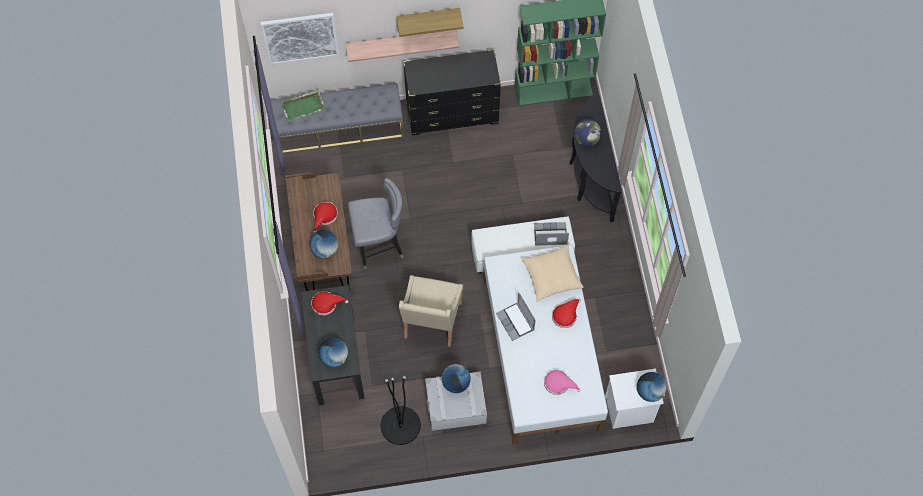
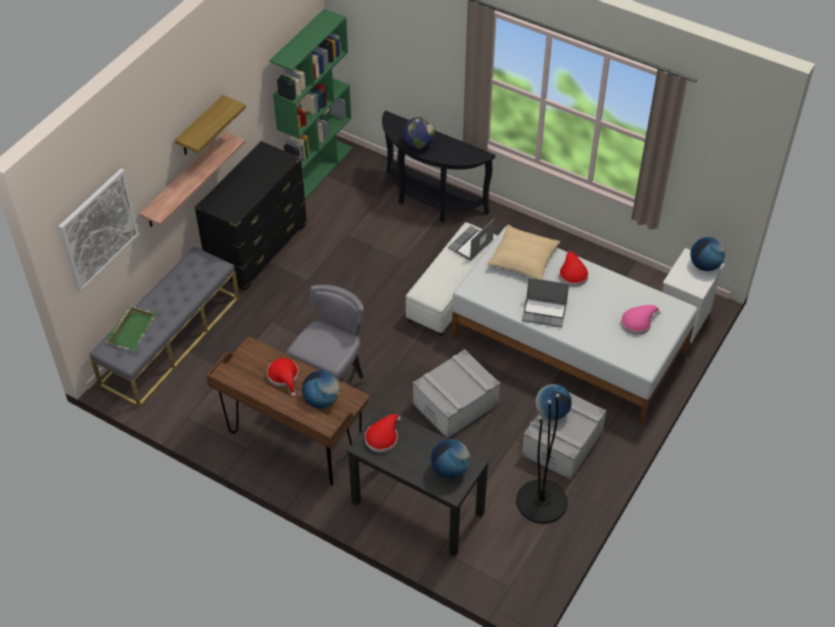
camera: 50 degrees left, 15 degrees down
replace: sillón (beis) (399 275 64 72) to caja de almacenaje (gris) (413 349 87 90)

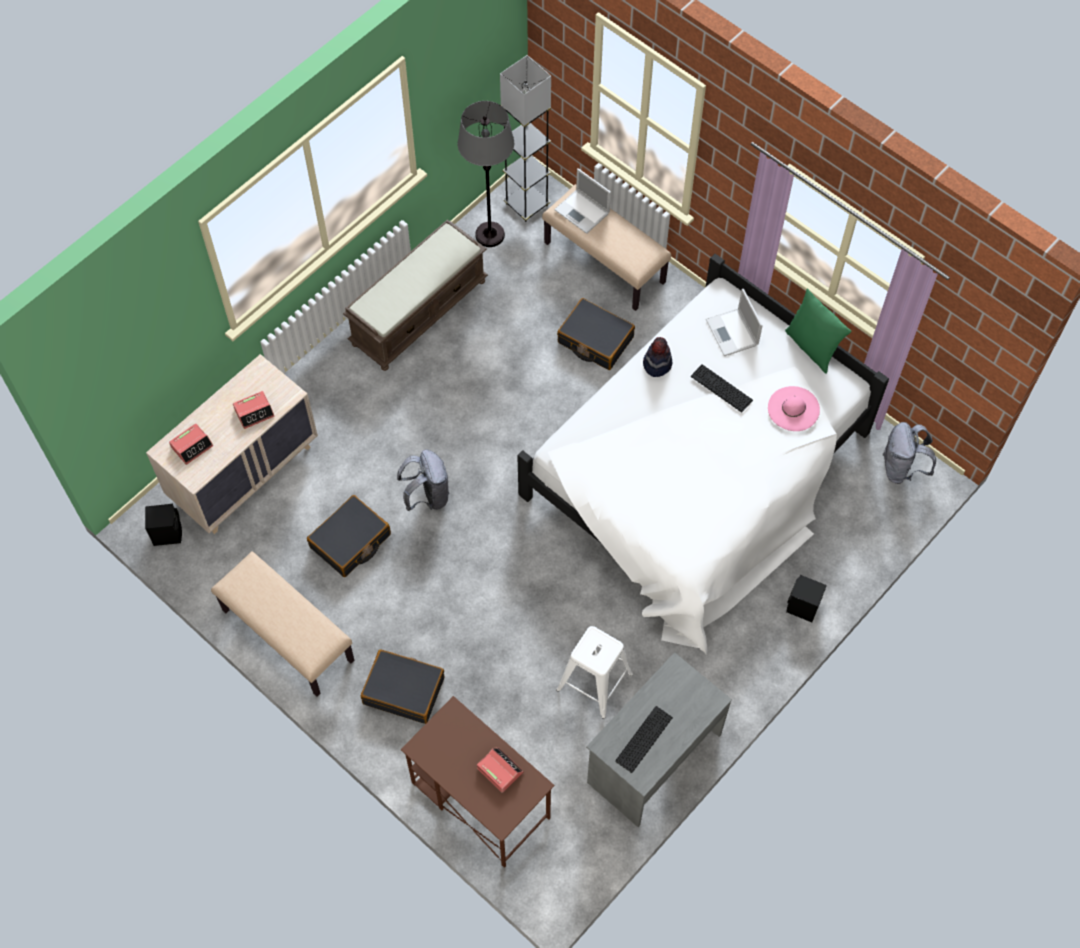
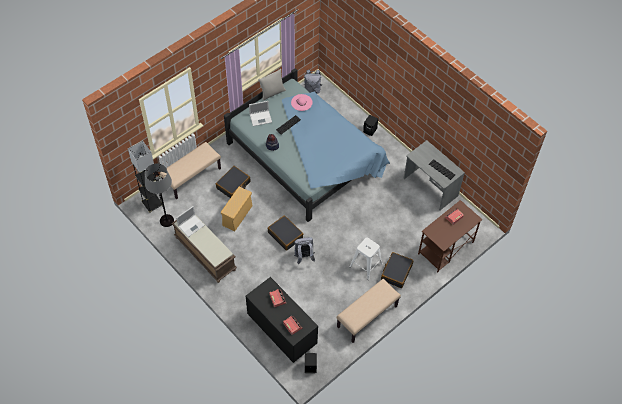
camera: 85 degrees left, 5 degrees down
insert: caja de almacenaje (beis) (221 186 32 46)
move: maleta (negro) (307 495 84 82) to (268 215 35 36); portátil (554 168 57 66) to (176 206 29 31); taburete (blanco) (556 626 77 93) to (349 238 34 42)
recolor: cómoda (beis) (146 354 172 180) to cómoda (negro) (246 277 72 86); cama (blanco) (517 254 372 402) to cama (azul) (224 68 166 154); cojín (verde) (785 288 66 86) to cojín (gris) (258 69 28 31)

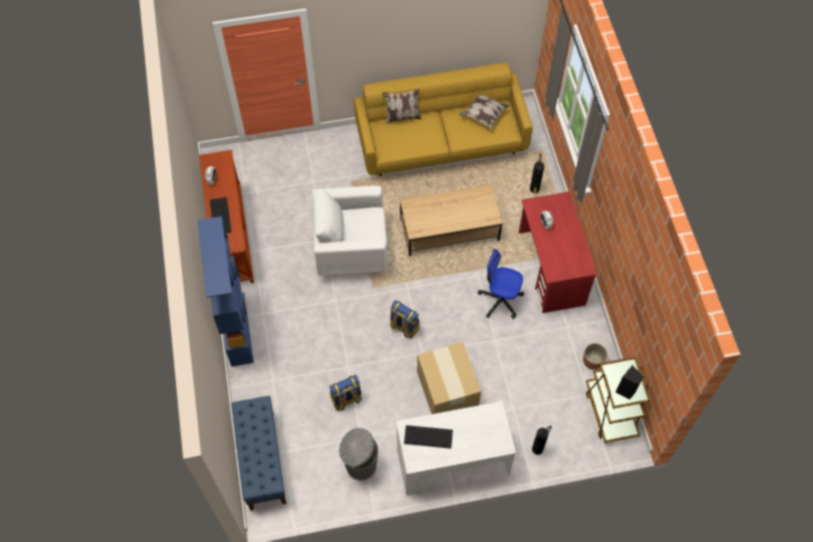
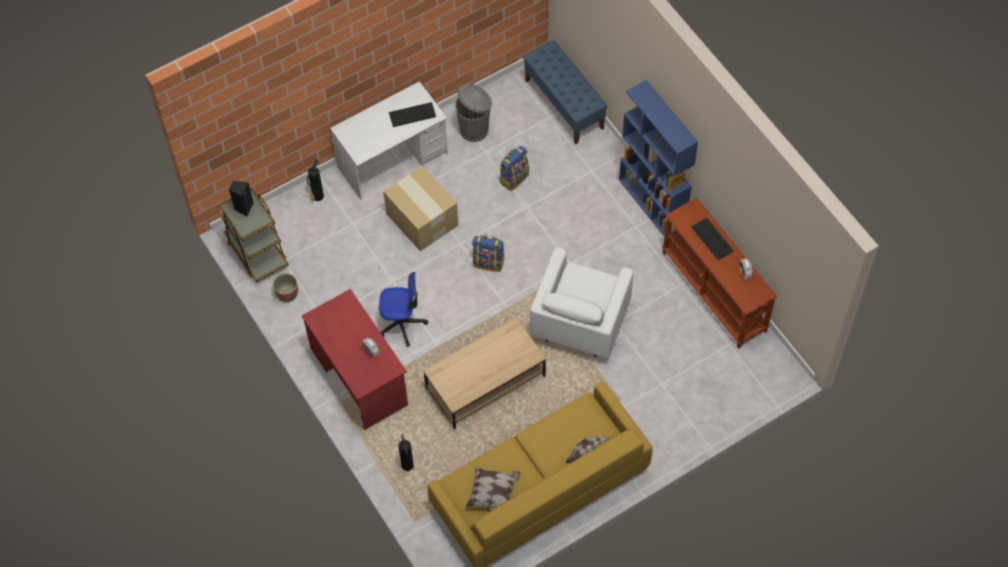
camera: 160 degrees right, 0 degrees up
rotate: sillón (blanco) (312 186 75 90) = (530 247 104 111) 135 degrees clockwise

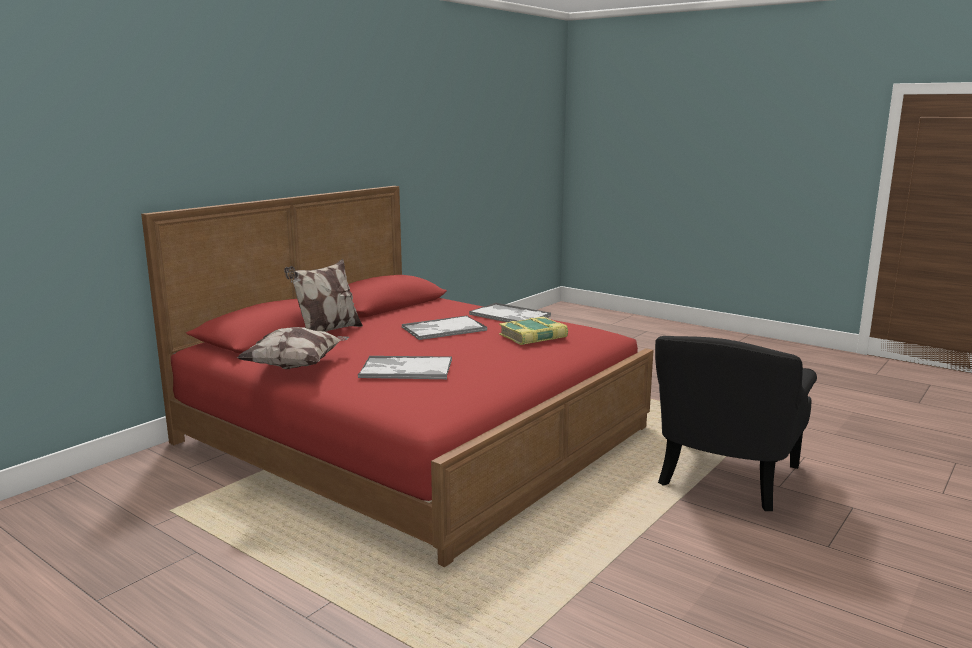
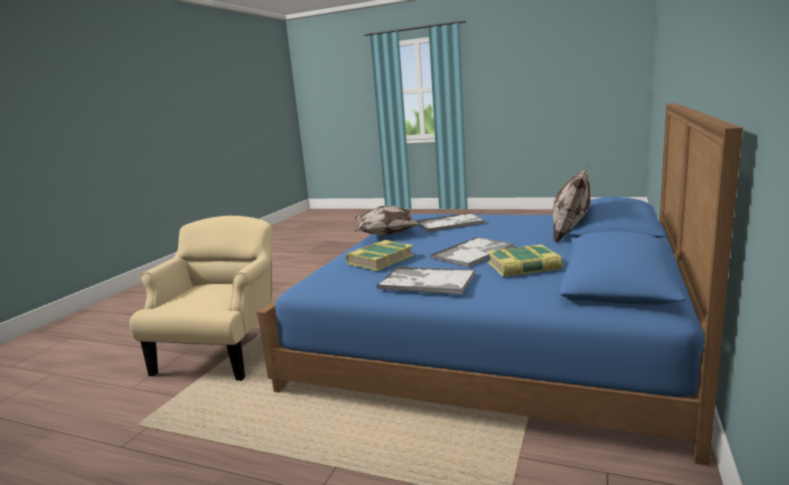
camera: 165 degrees right, 0 degrees up
insert: libro (487 244 76 33)
move: cojín (237 327 112 42) to (354 205 65 31)
recolor: cama (rojo) (141 186 512 381) to cama (azul) (257 103 486 363); sillón (negro) (655 336 162 175) to sillón (beis) (130 216 143 165)

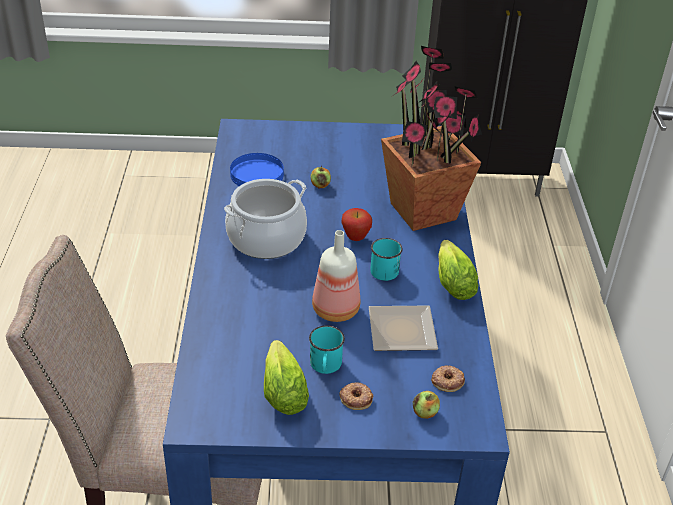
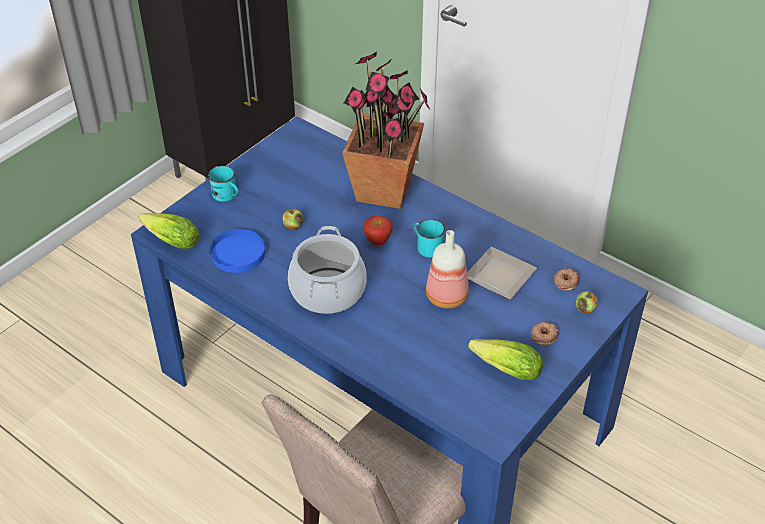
camera: 50 degrees left, 5 degrees up
move: taza grande (turquesa) (309 325 36 49) to (208 165 30 37); lechuga (438 240 40 60) to (138 213 62 36)

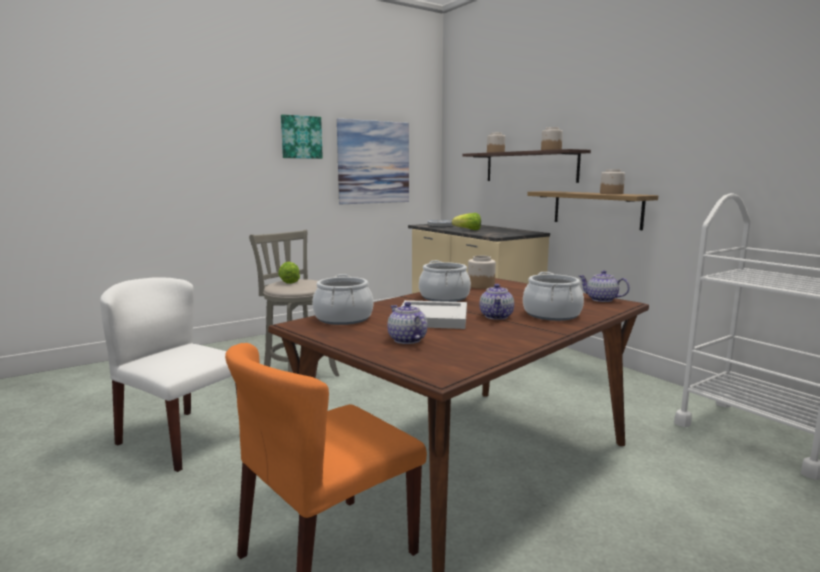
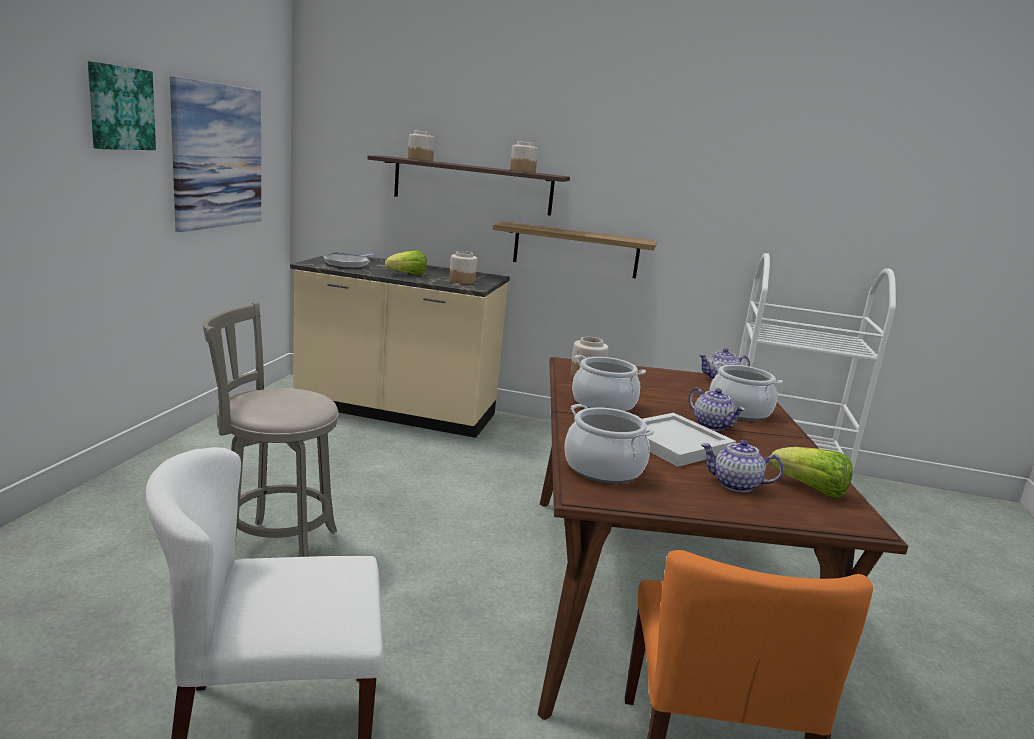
camera: 45 degrees left, 5 degrees up
move: lechuga (278 262 22 22) to (769 447 84 51); tarro (600 169 25 25) to (449 251 28 33)

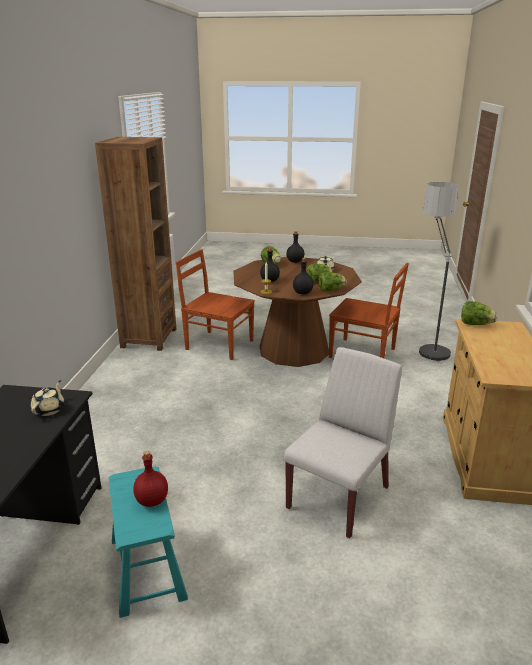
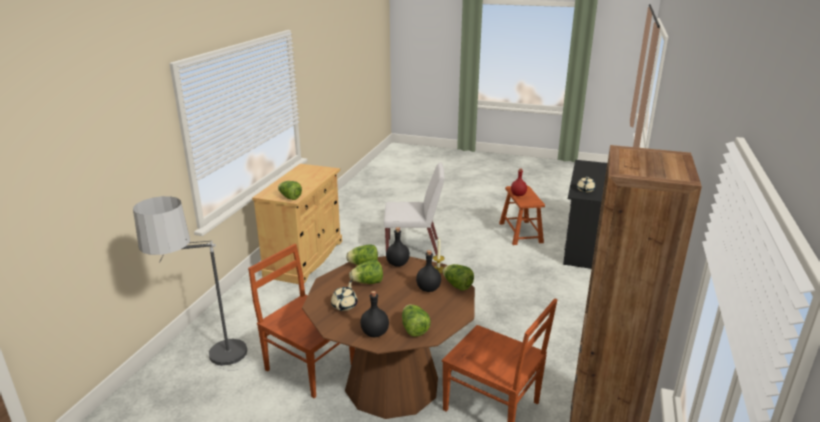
camera: 170 degrees left, 0 degrees up
insert: lechuga (443 264 31 27)
recolor: taburete (turquesa) (109 466 79 152) to taburete (marrón) (499 186 46 59)
rotate: silla (blanco) (283 347 119 191) = (384 162 61 93) 135 degrees counterclockwise

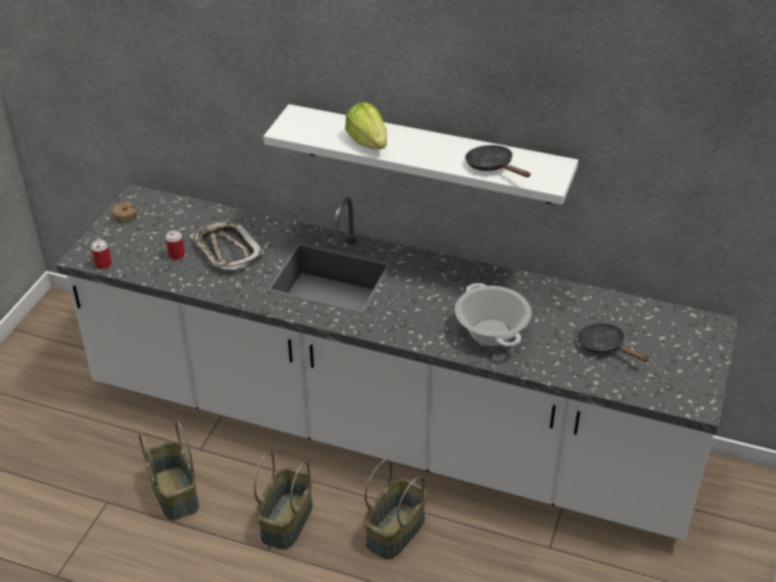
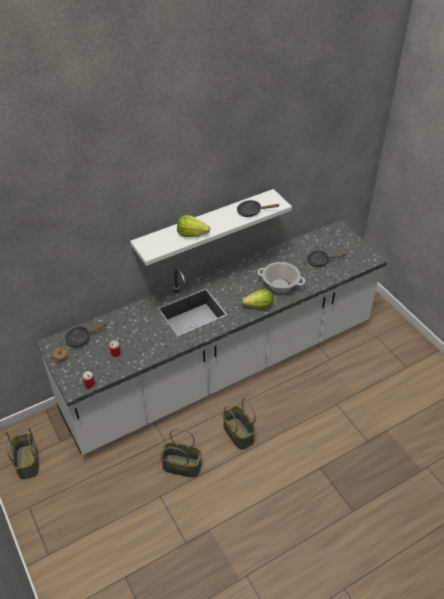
camera: 50 degrees left, 5 degrees up
delete: bandeja (190 221 74 49)
insert: sartén (negro) (65 323 42 24); lechuga (242 289 31 19)
move: cesta (364 459 63 101) to (5 427 34 52)

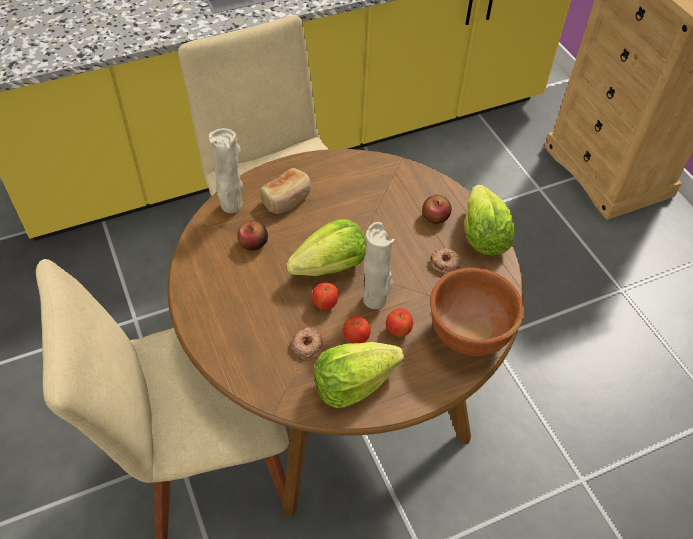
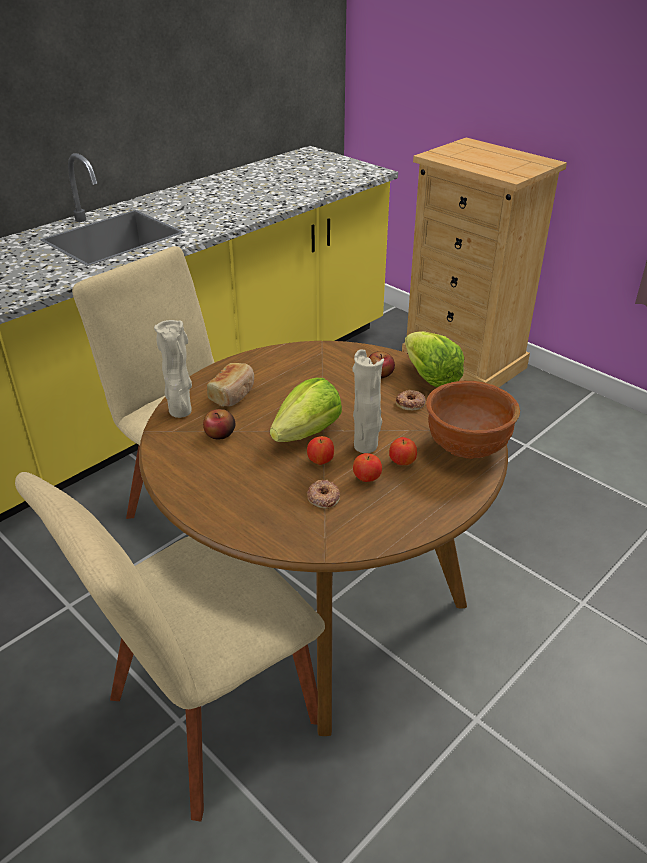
camera: 20 degrees left, 15 degrees down
delete: lechuga (314 342 90 66)

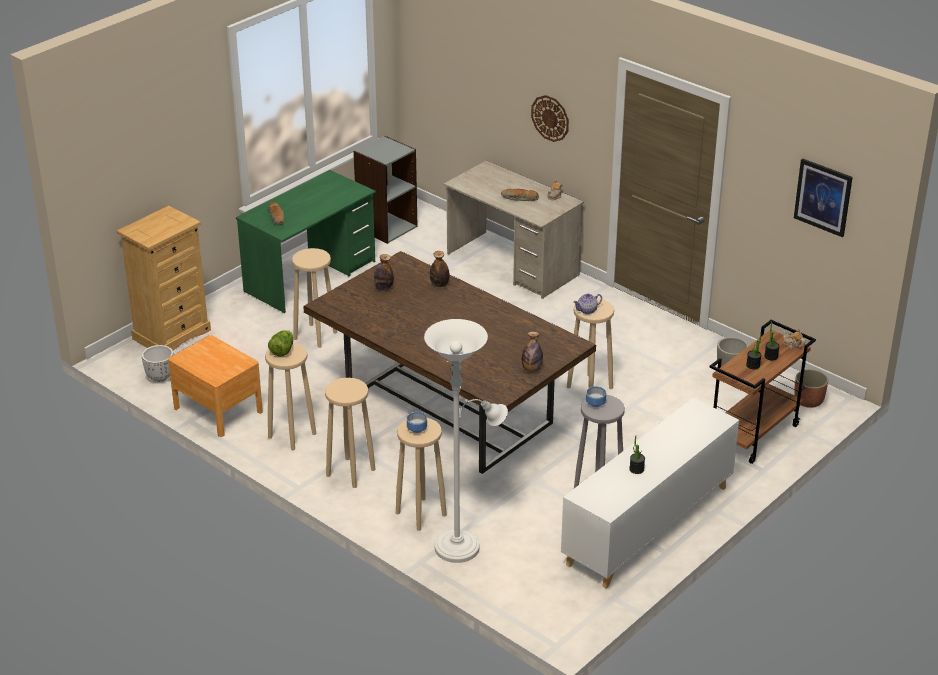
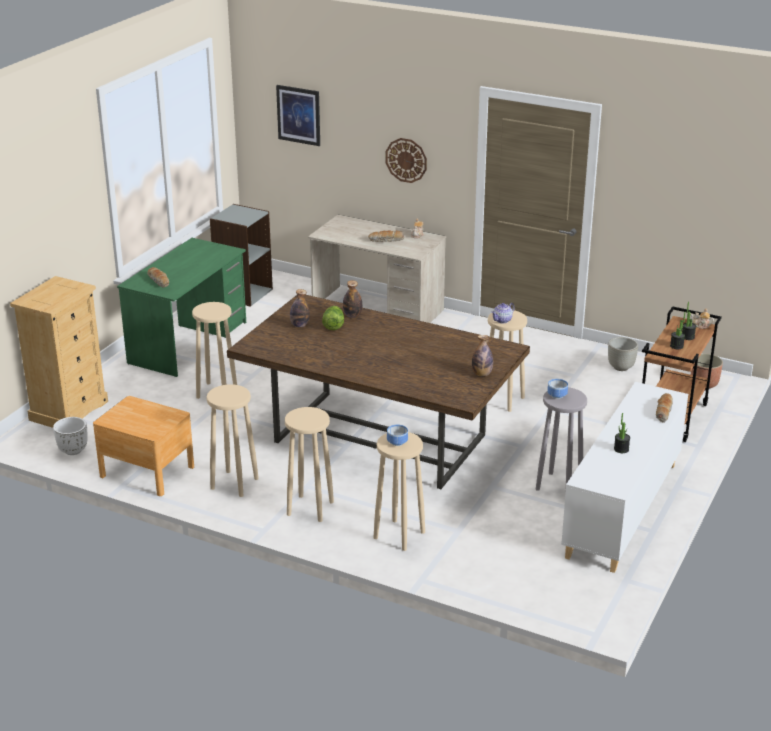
camera: 15 degrees left, 5 degrees down
delete: lámpara de pie (blanco) (424 319 84 244)
insert: pan (656 393 17 30)
move: lechuga (268 330 25 27) to (322 306 22 24); cuadro (794 158 59 79) to (276 85 44 61)

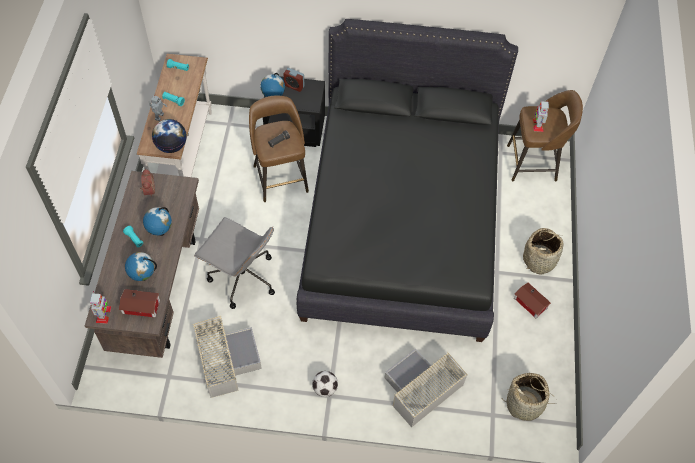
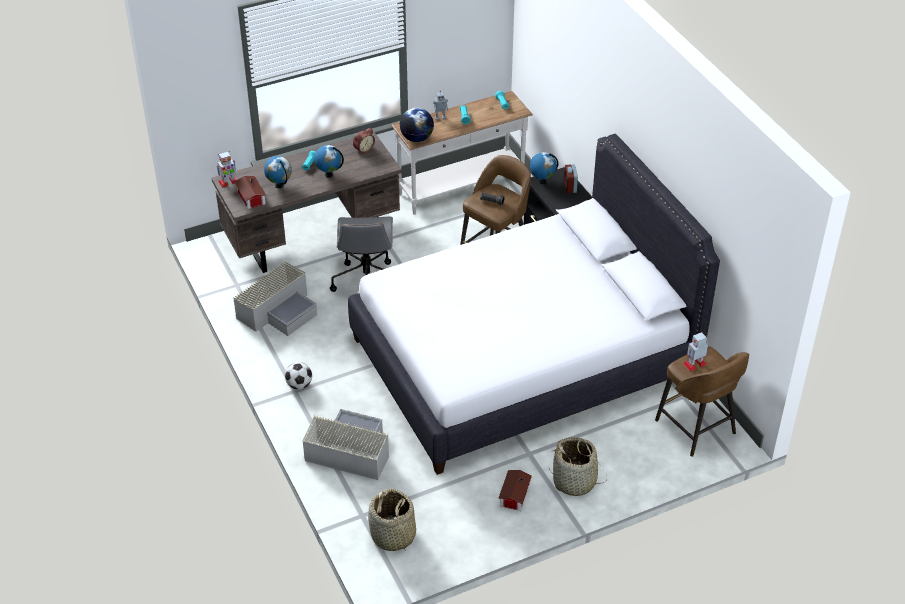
camera: 60 degrees right, 15 degrees down
recolor: cama (negro) (296 19 222 323) to cama (blanco) (348 134 372 341)

